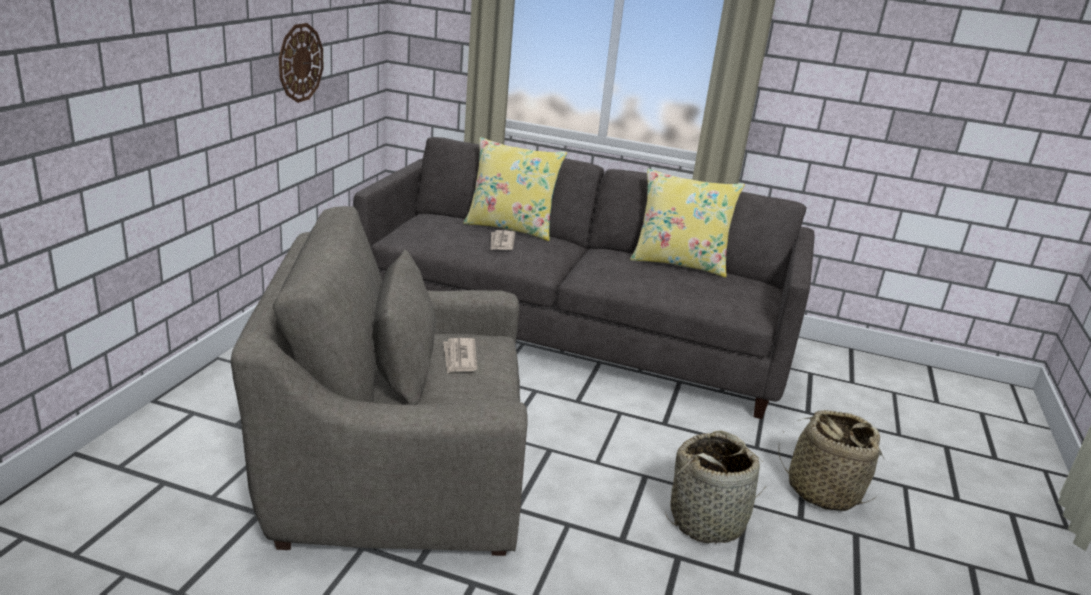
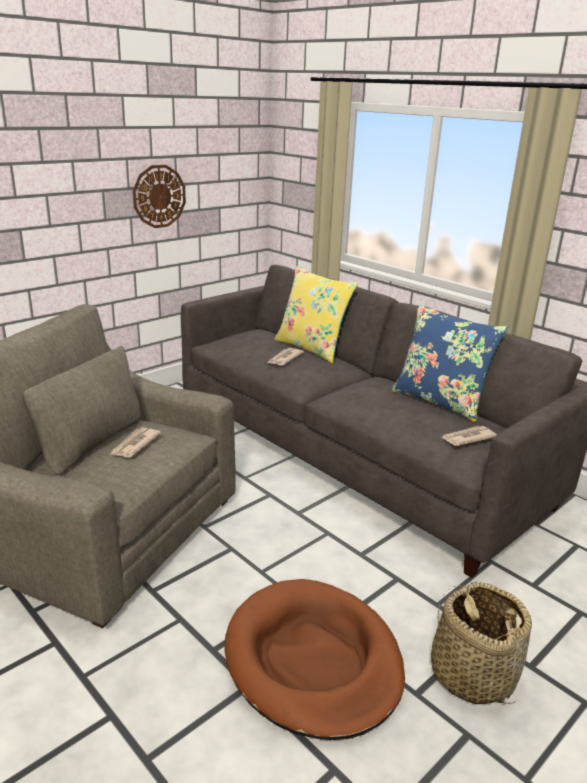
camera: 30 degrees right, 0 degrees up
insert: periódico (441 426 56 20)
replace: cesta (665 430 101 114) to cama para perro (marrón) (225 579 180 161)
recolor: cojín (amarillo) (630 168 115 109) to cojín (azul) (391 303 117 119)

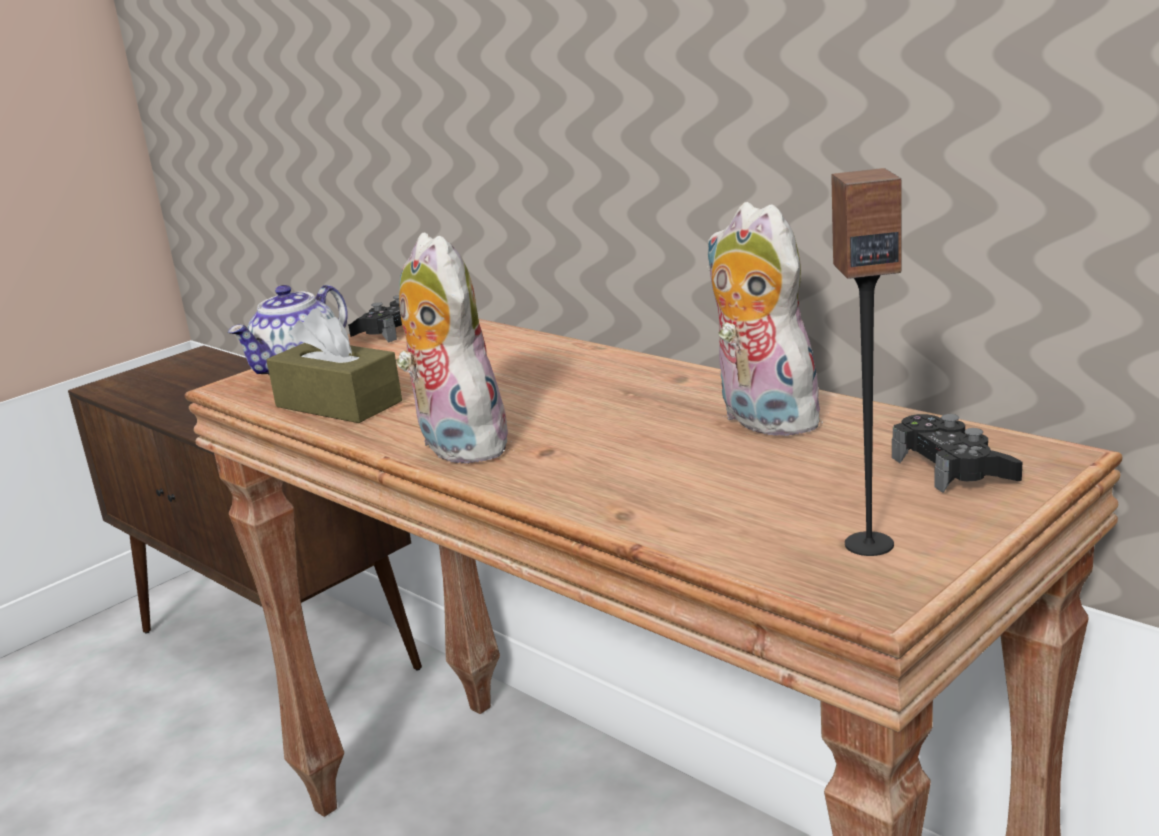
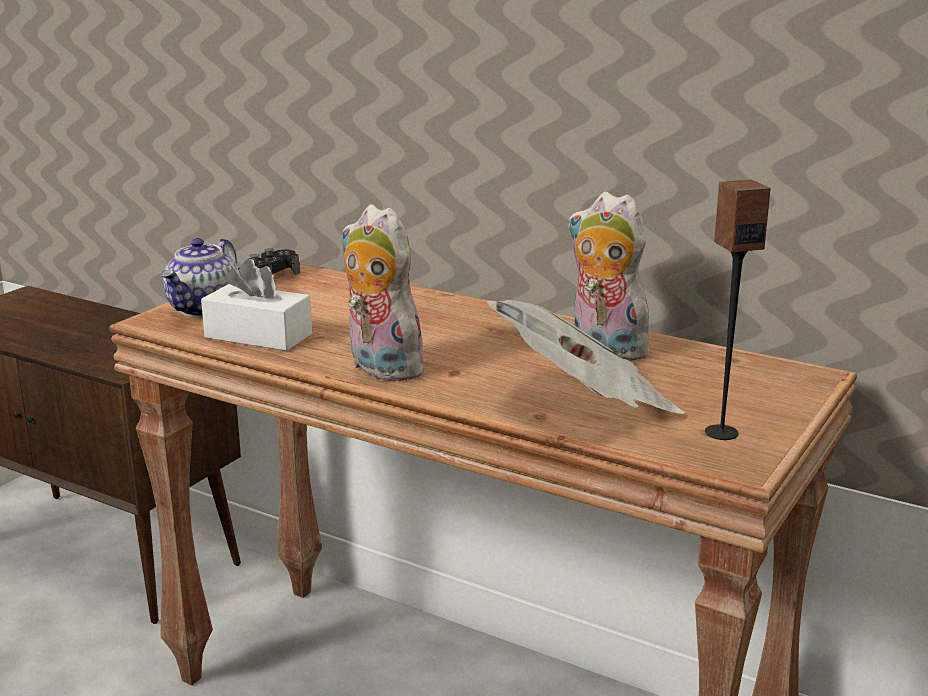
camera: 15 degrees left, 0 degrees up
delete: mando de consola (negro) (892 414 130 79)
insert: periódico (486 300 199 114)
recolor: caja de pañuelos (marrón) (266 308 136 115) to caja de pañuelos (blanco) (201 259 111 92)

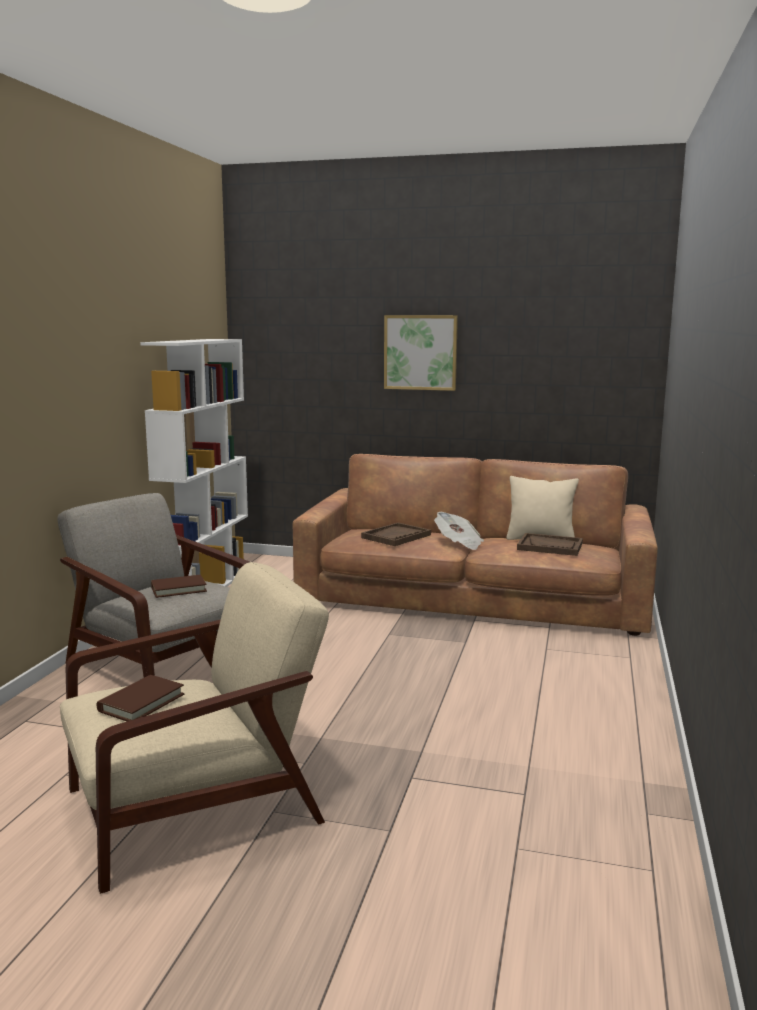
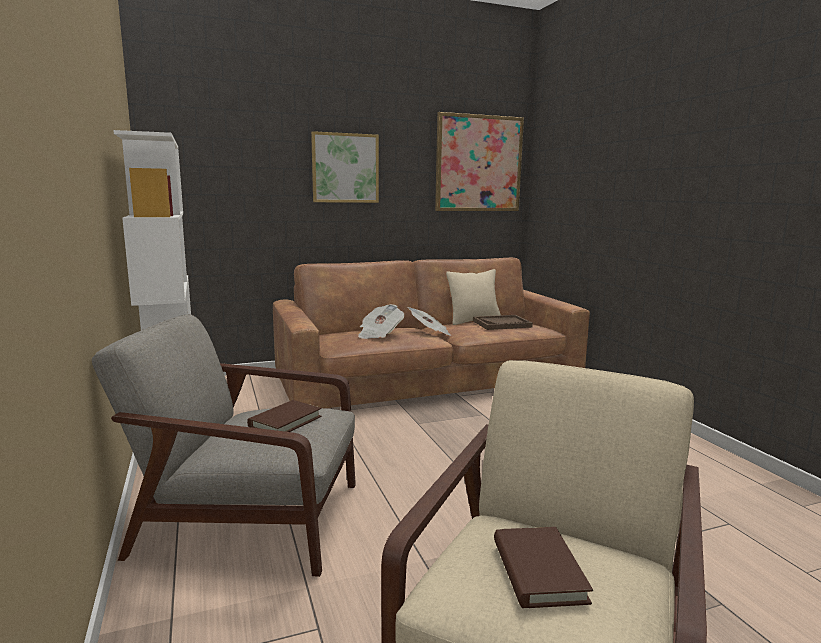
camera: 35 degrees left, 0 degrees up
insert: cuadro (435 112 89 99)
replace: bandeja (marrón) (361 523 70 23) to periódico (358 304 46 35)

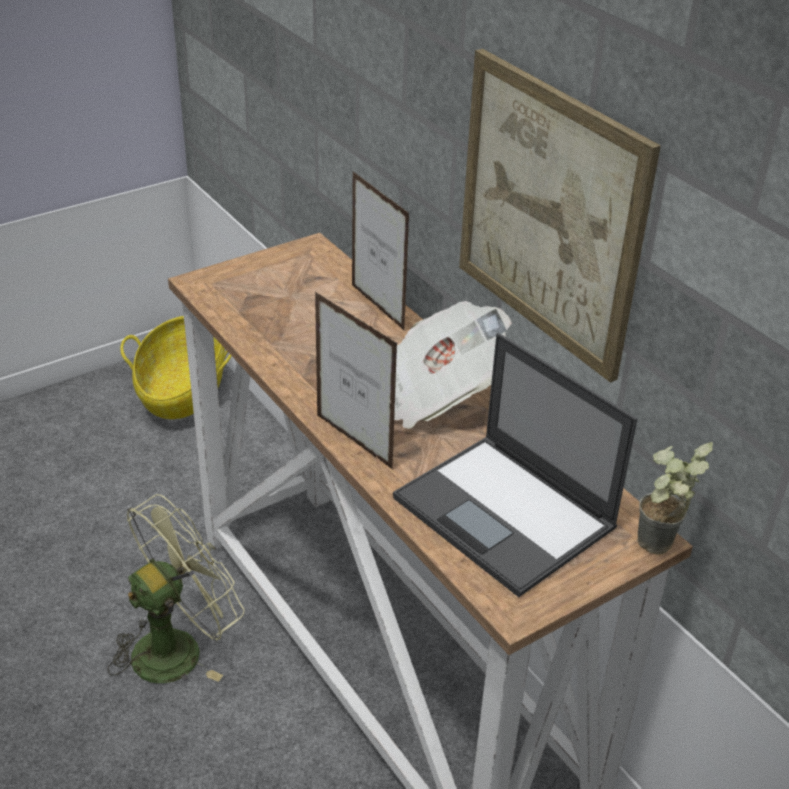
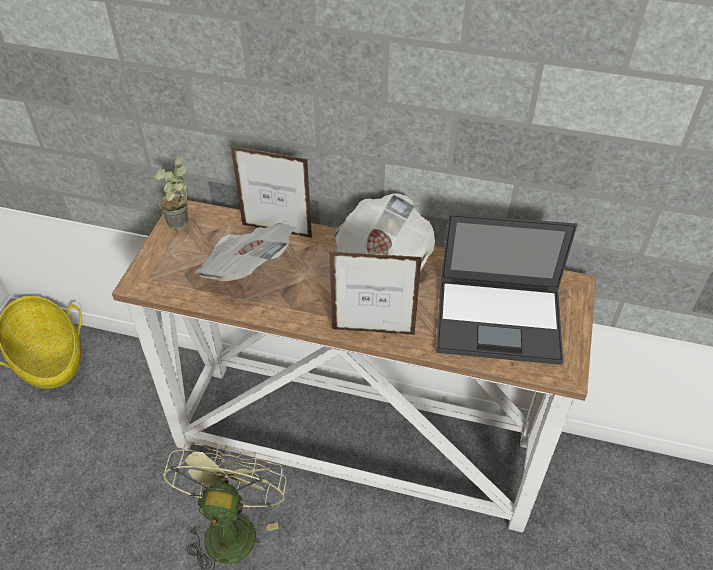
camera: 40 degrees left, 10 degrees up
delete: cuadro (459 49 202 334)
insert: periódico (195 223 101 59)
move: planta en maceta (638 442 75 113) to (154 154 34 76)

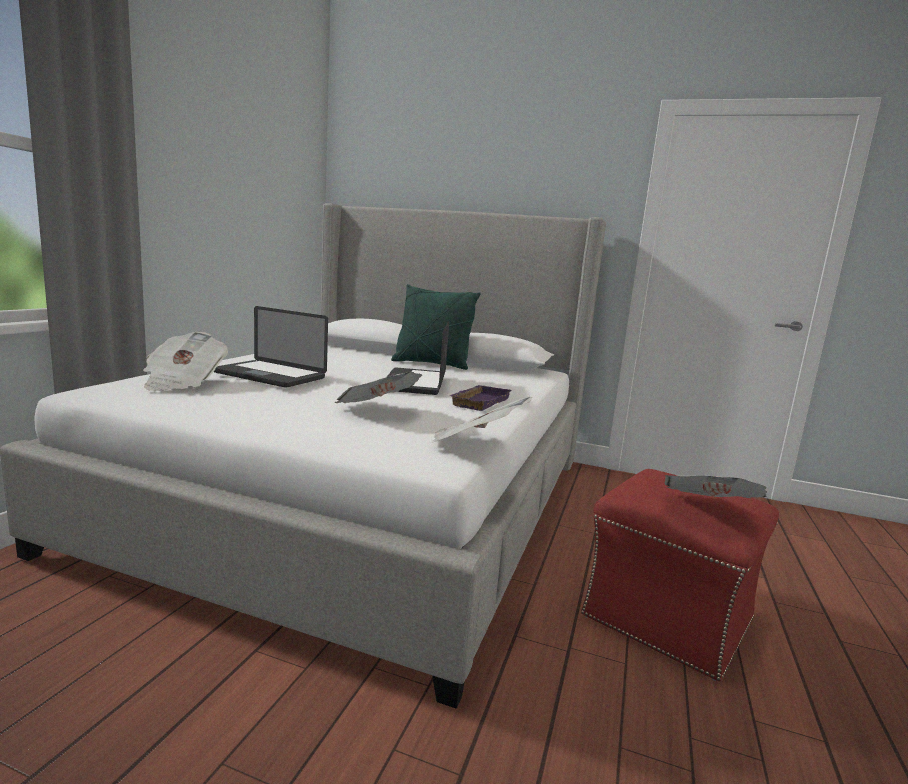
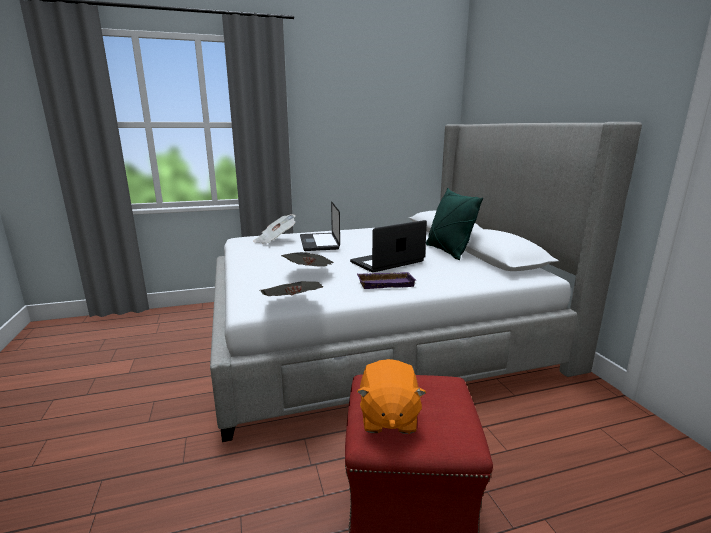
camera: 55 degrees right, 5 degrees up
replace: periódico (665 475 102 23) to peluche (naranja) (357 359 69 75)

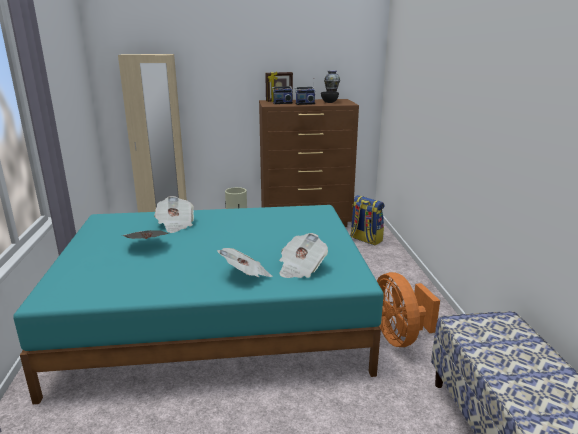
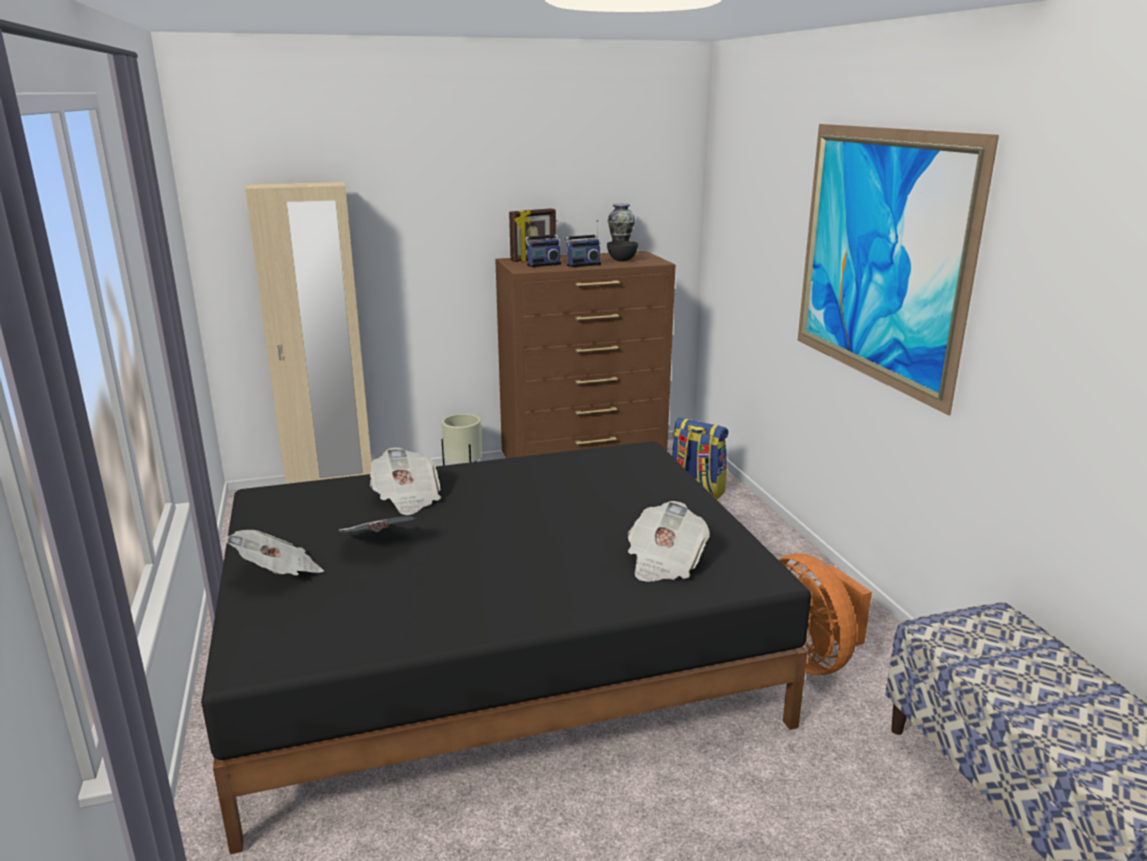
camera: 10 degrees left, 0 degrees up
insert: cuadro (798 124 201 292)
move: periódico (217 248 55 29) to (223 530 101 45)
recolor: cama (turquesa) (13 205 371 199) to cama (negro) (201 441 610 413)

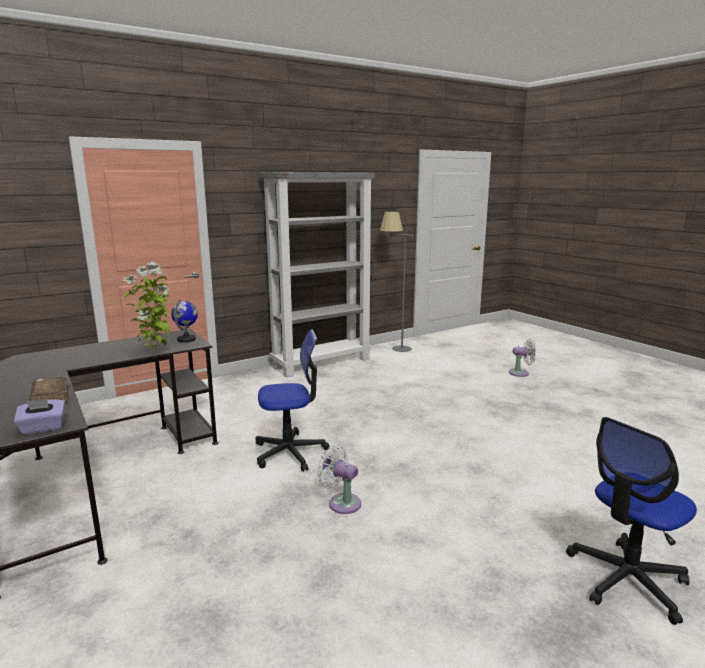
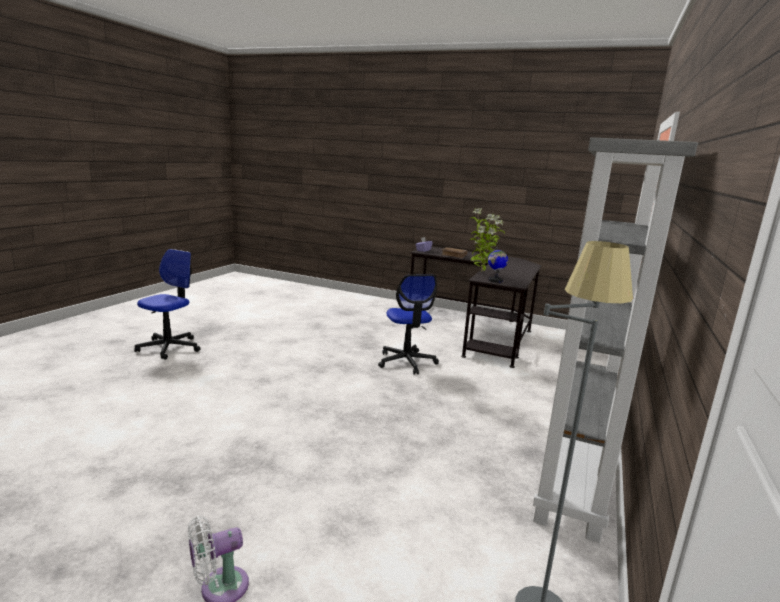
camera: 145 degrees right, 0 degrees up
delete: ventilador (blanco) (317 445 44 69)
rotate: silla de oficina (255 329 75 143) = (378 274 61 101) 60 degrees counterclockwise

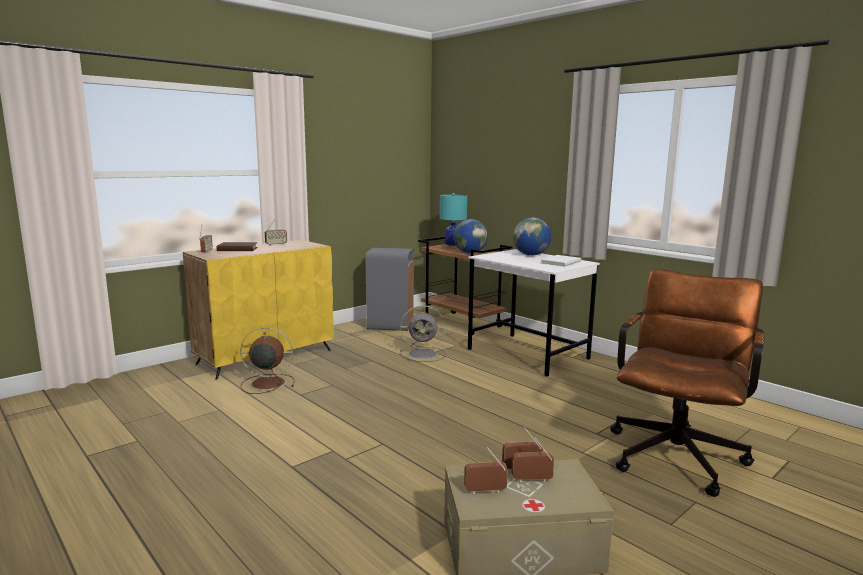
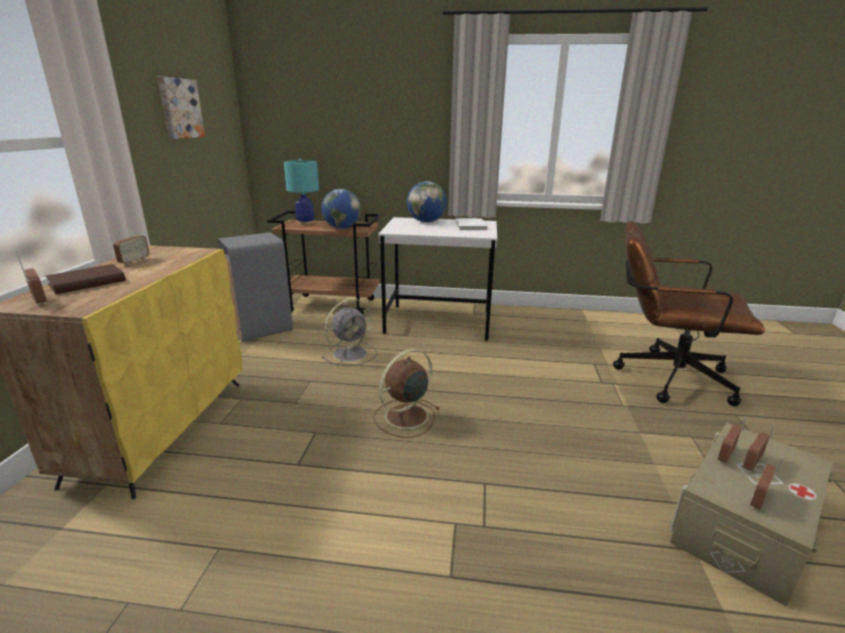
camera: 40 degrees left, 10 degrees up
insert: cuadro (158 77 47 62)
move: ventilador (marrón) (240 327 55 67) to (373 349 67 89)
rotate: silla de oficina (marrón) (610 269 155 228) = (613 221 152 185) 60 degrees counterclockwise

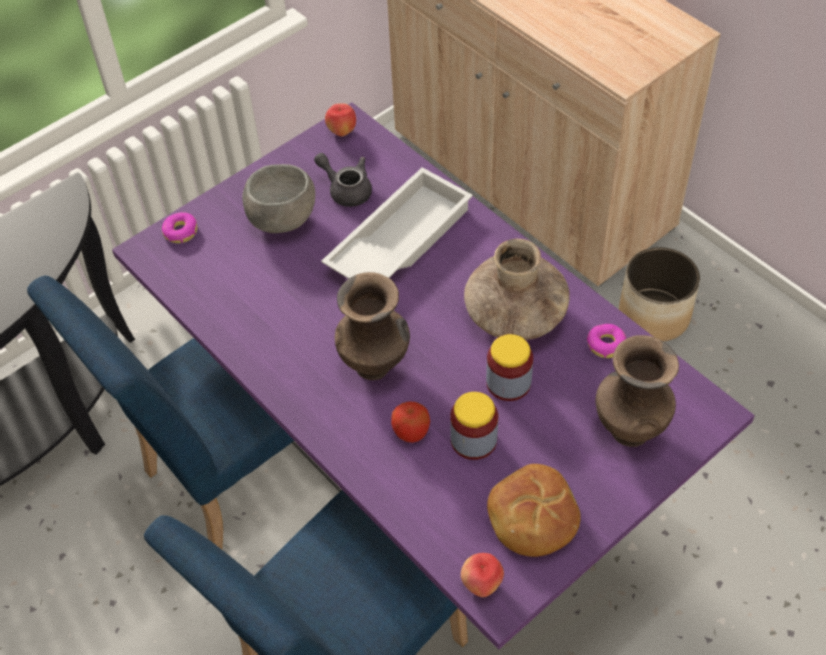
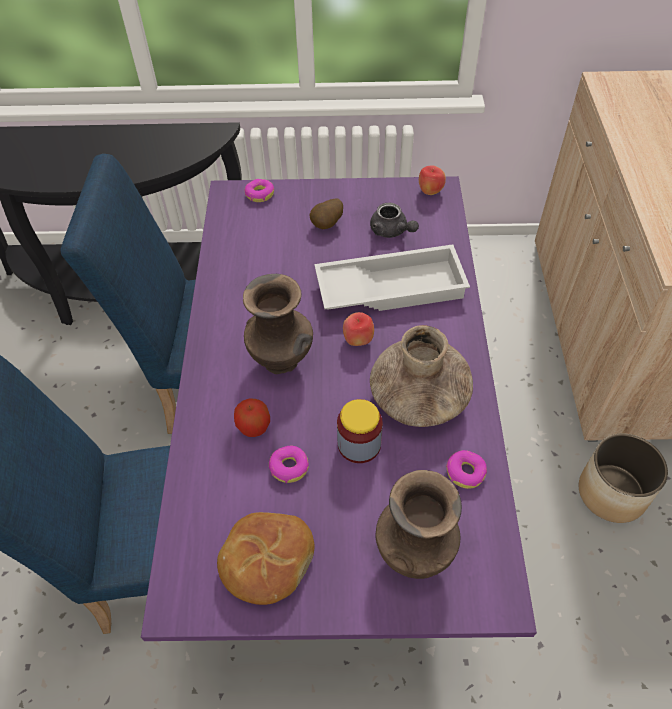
camera: 40 degrees right, 0 degrees up
move: manzana (461 553 43 44) to (343 312 31 34)
replace: cuenco (gris) (242 164 73 69) to patata (309 198 34 31); tarro (450 392 48 68) to rosquilla (269 446 40 37)
rotate: tetera (gris) (314 153 58 54) = (370 203 49 35) 150 degrees clockwise

